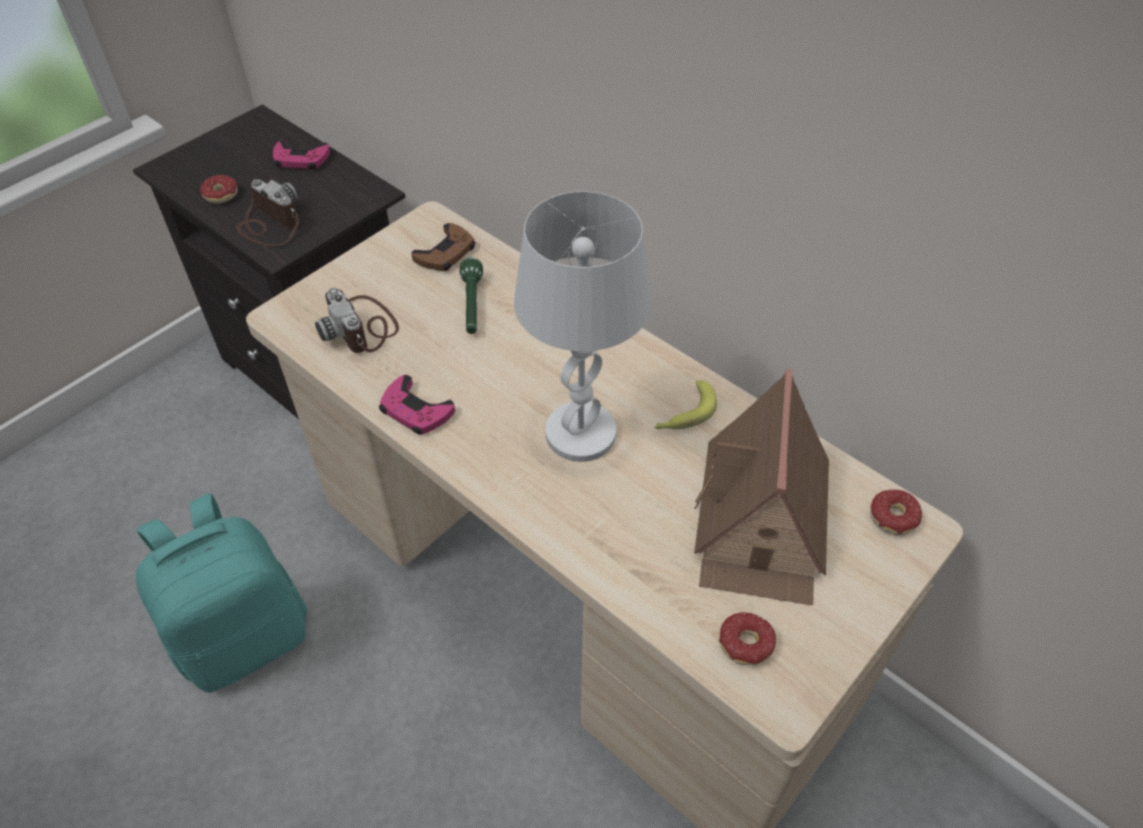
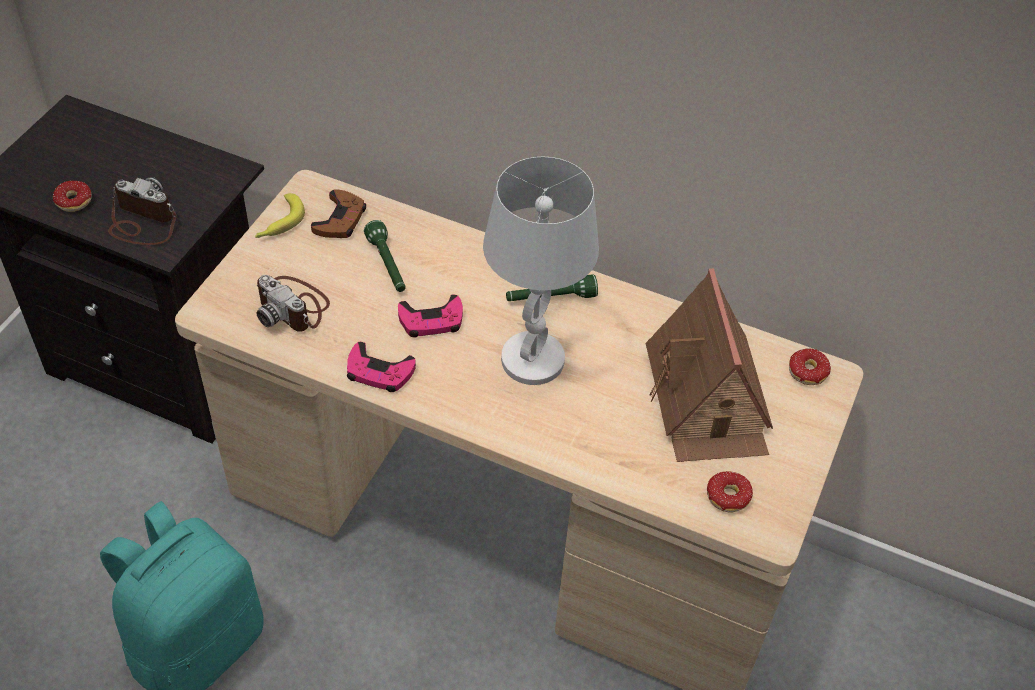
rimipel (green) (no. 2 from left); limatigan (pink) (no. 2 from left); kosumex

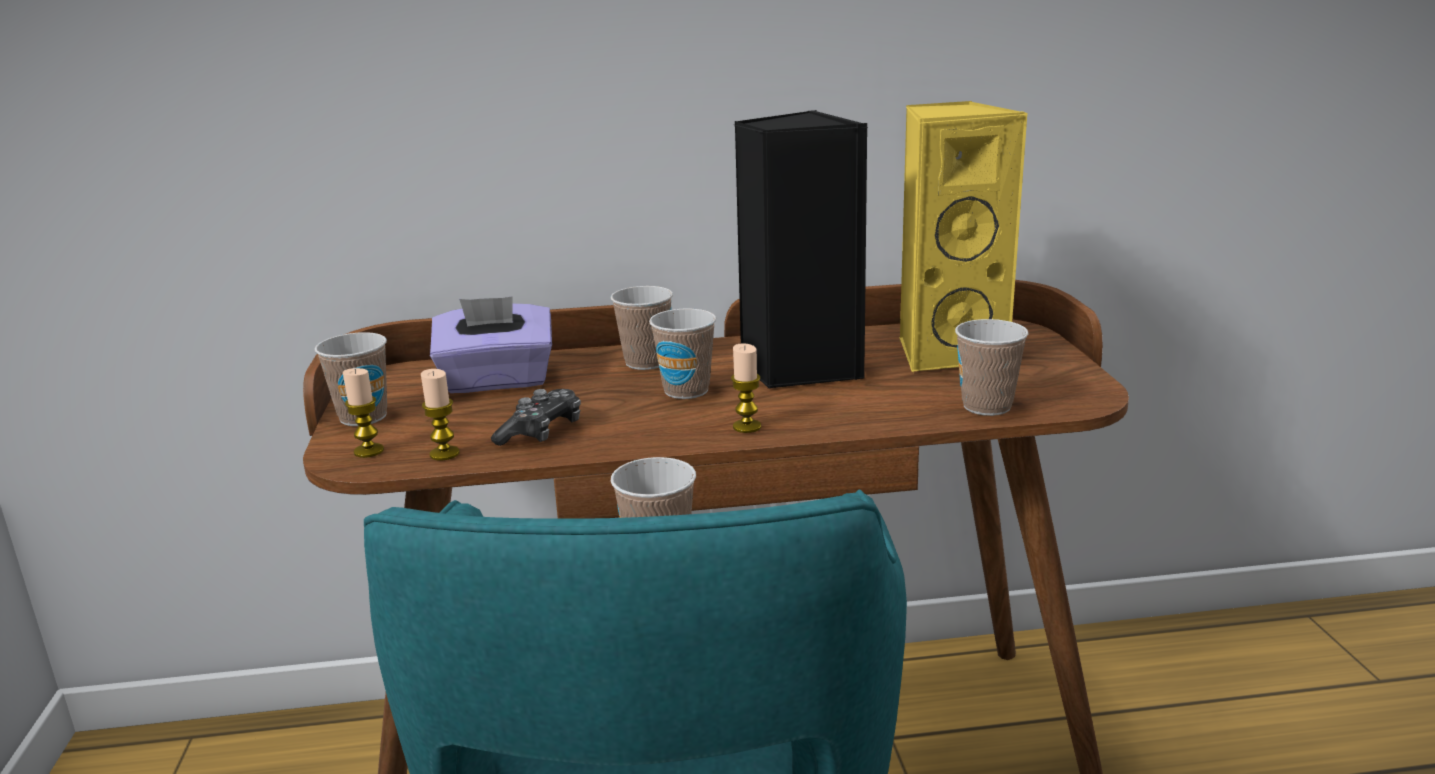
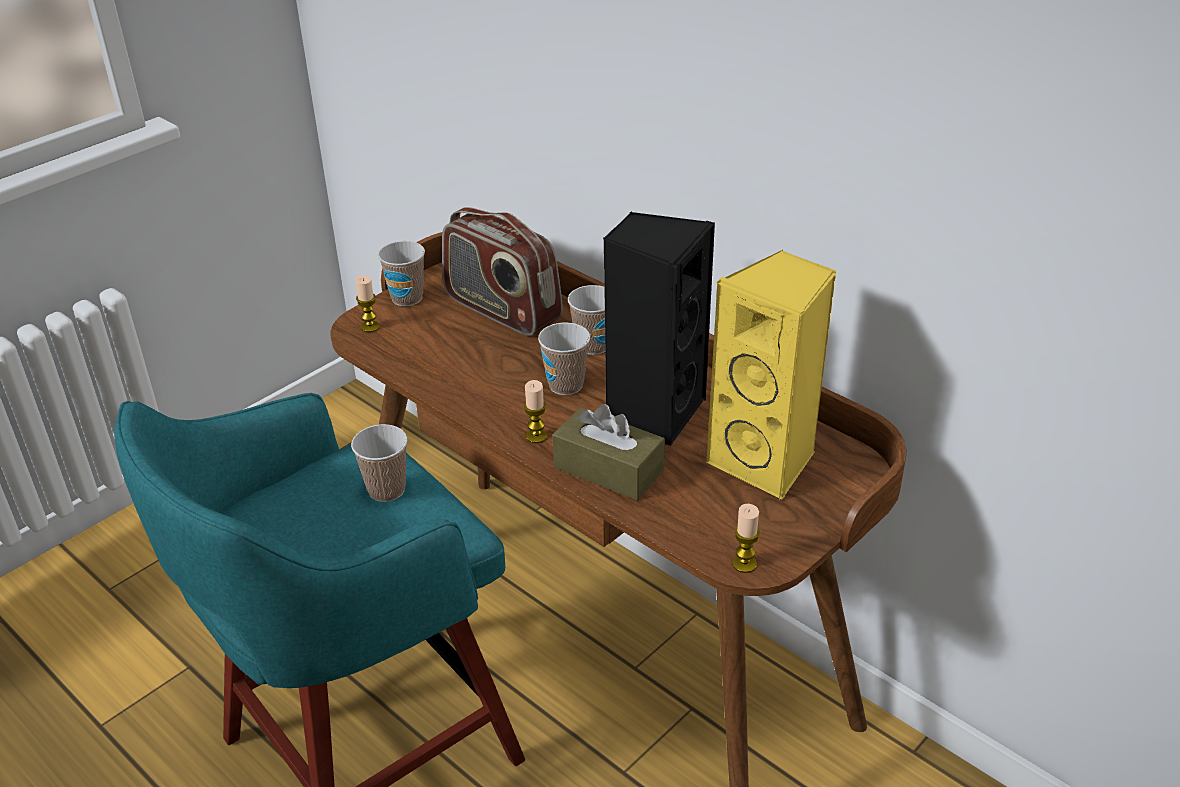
limatigan; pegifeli (no. 5 from left in the first image); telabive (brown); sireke (no. 3 from left); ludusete

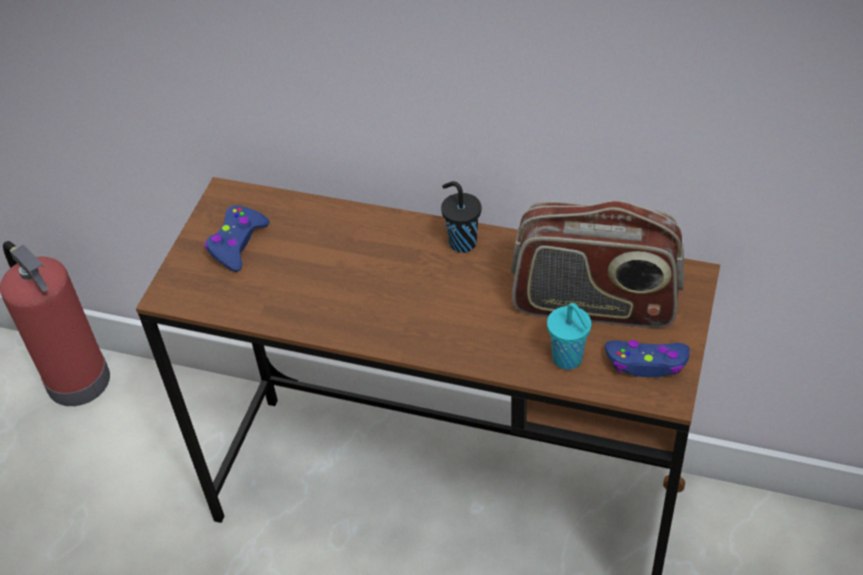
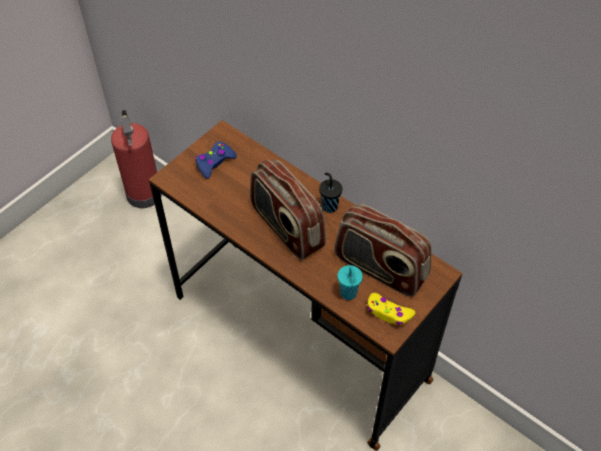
ludusete (no. 1 from left); limatigan (yellow)

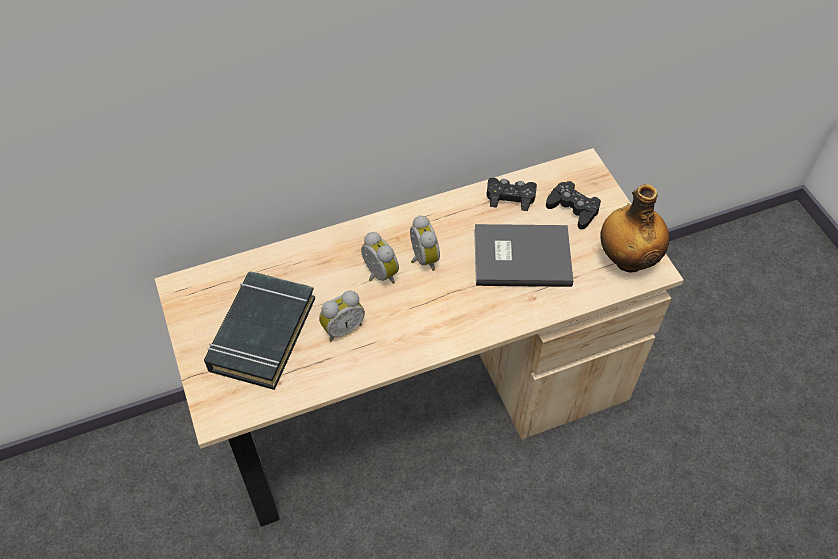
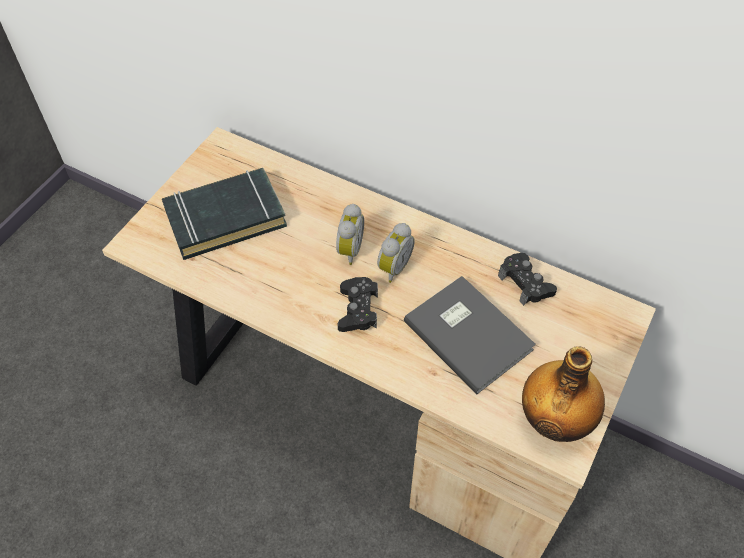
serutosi (no. 1 from left in the first image); limatigan (black) (no. 1 from left)

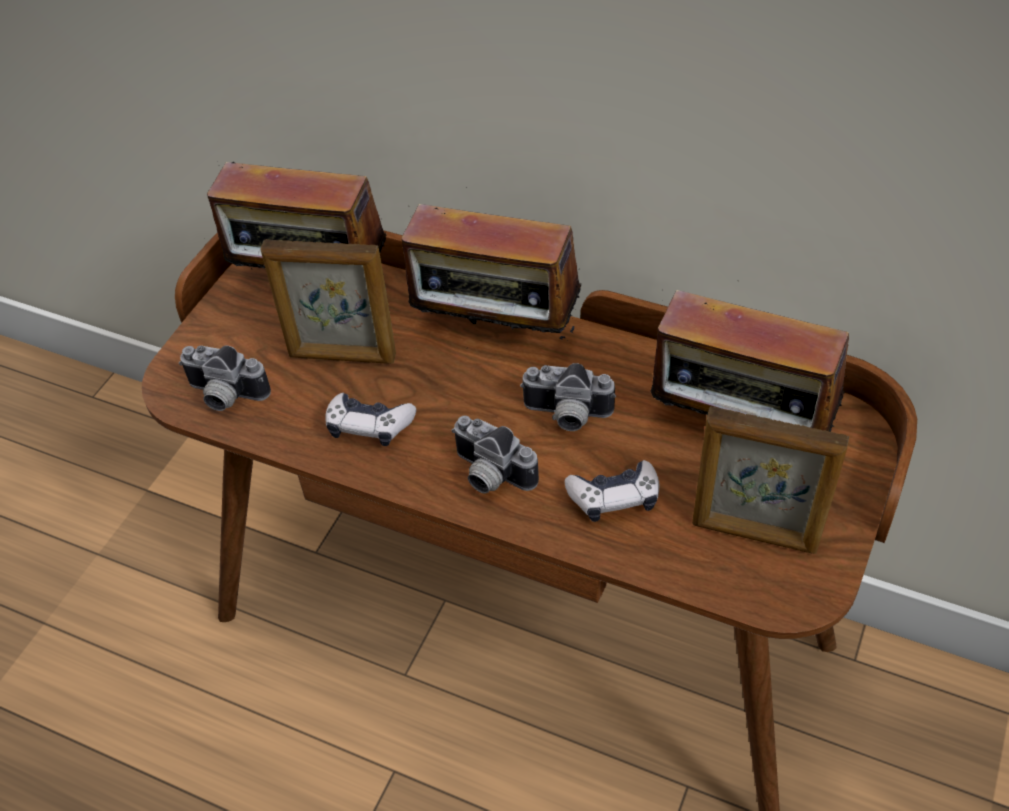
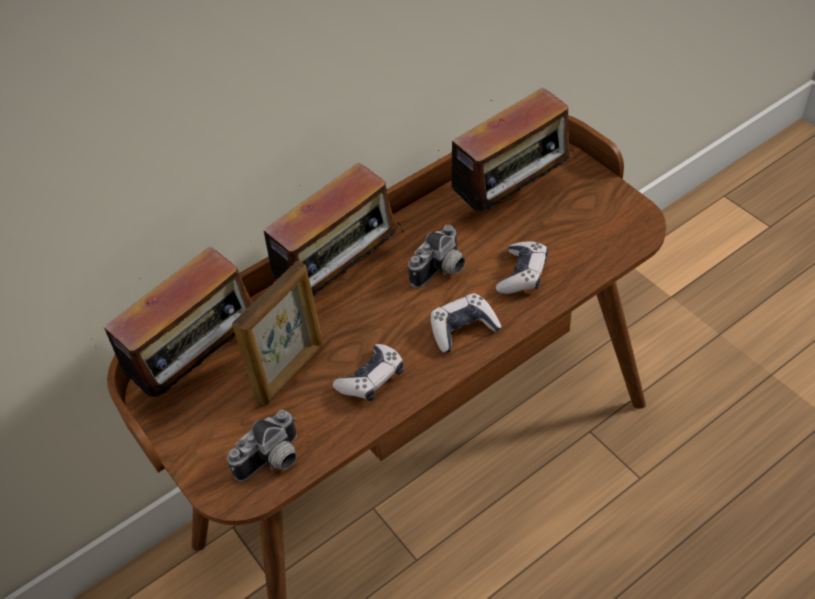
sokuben (no. 2 from left in the first image); limatigan (no. 2 from left)

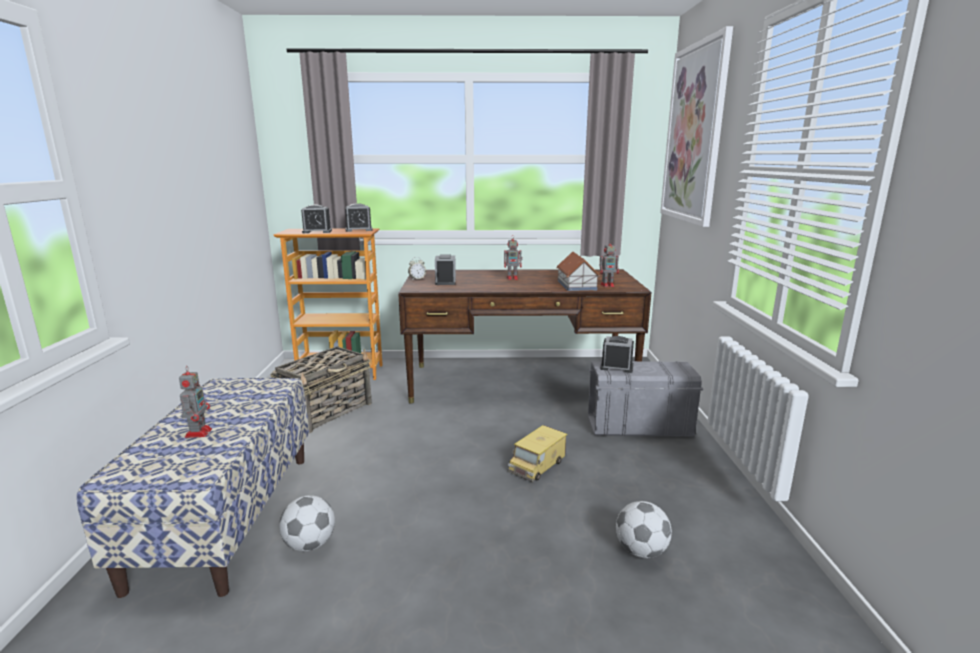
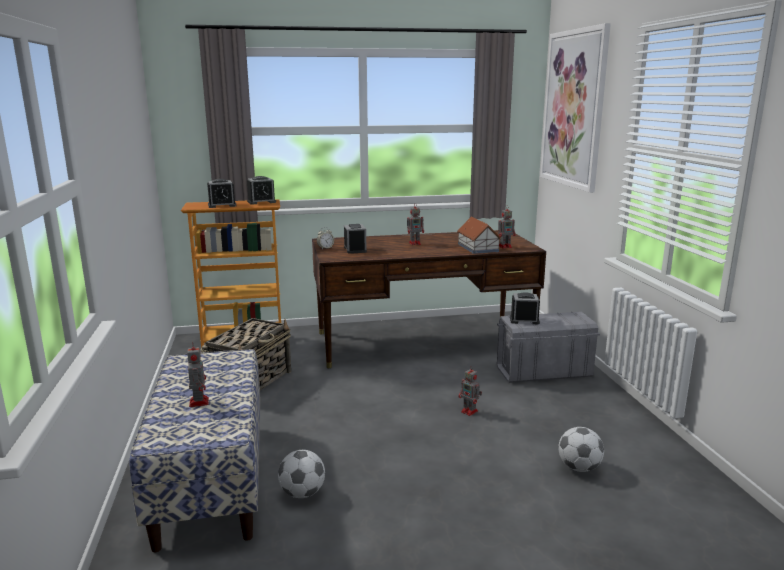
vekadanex (no. 3 from left)

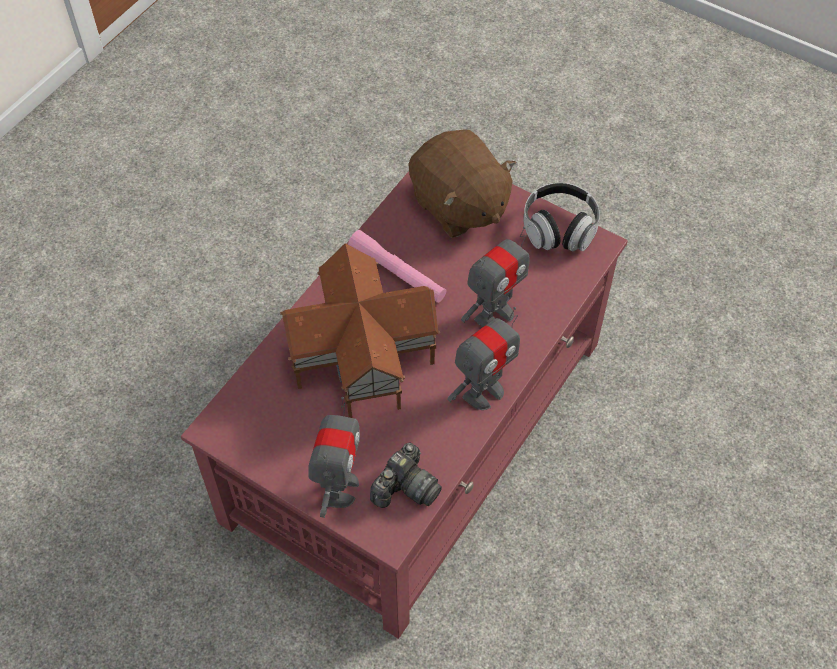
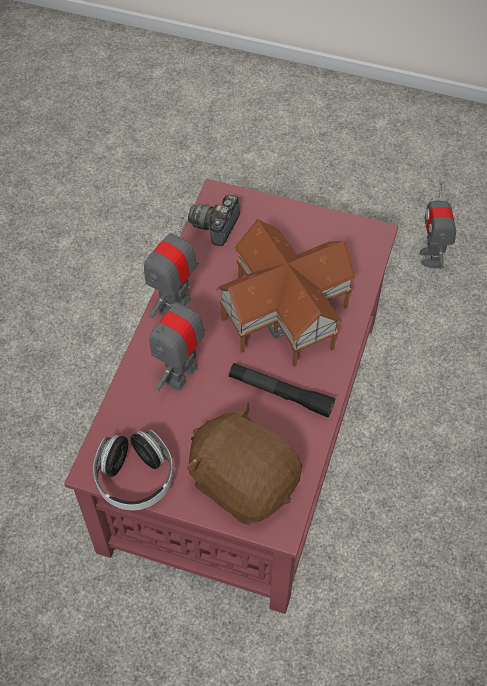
vekadanex (no. 3 from left); rimipel (black)

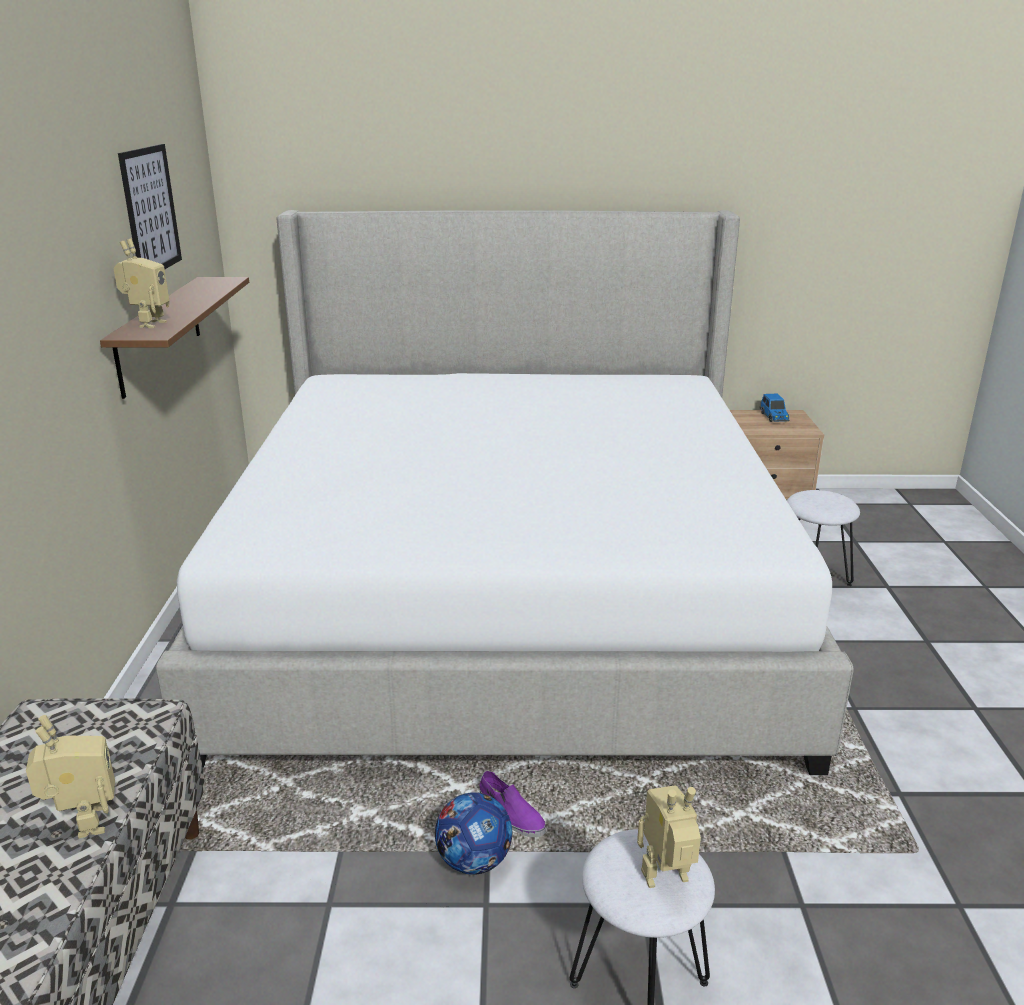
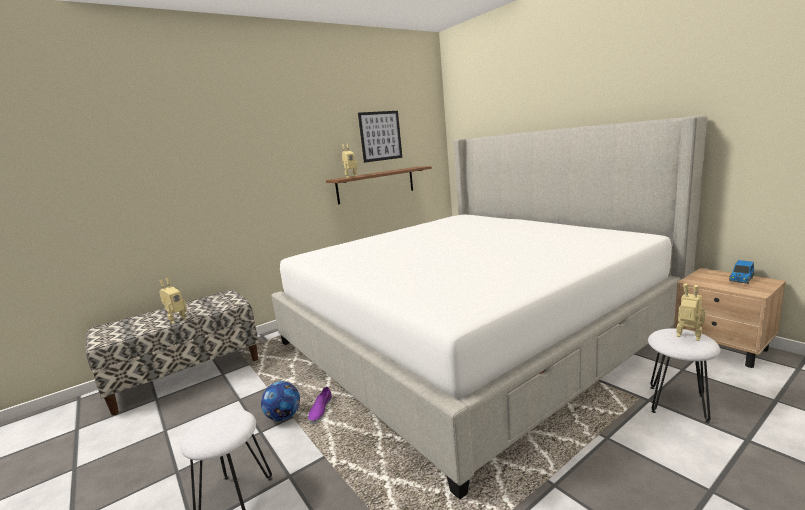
vekadanex (no. 3 from left)

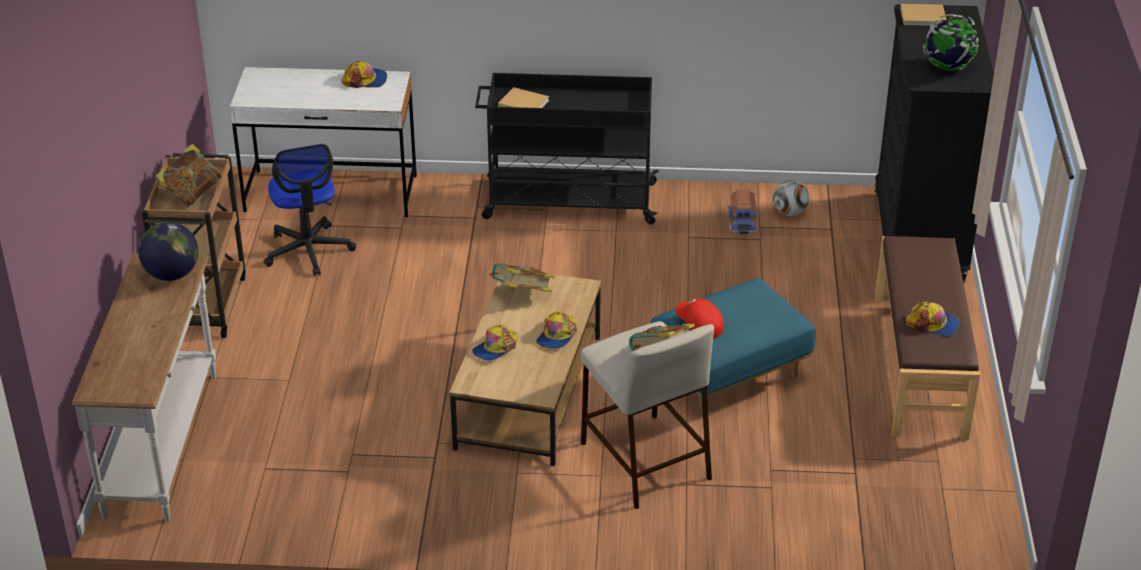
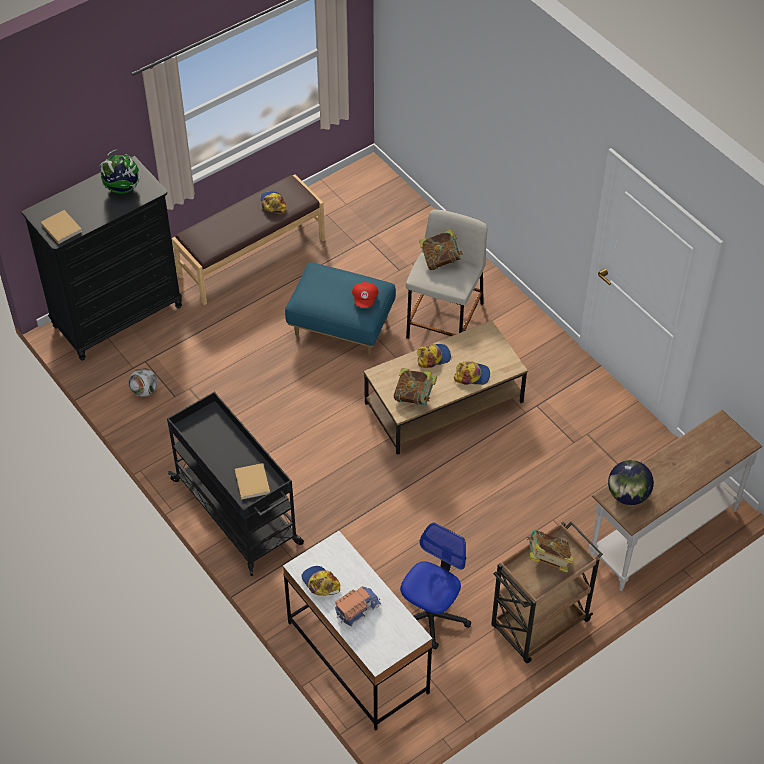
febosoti

